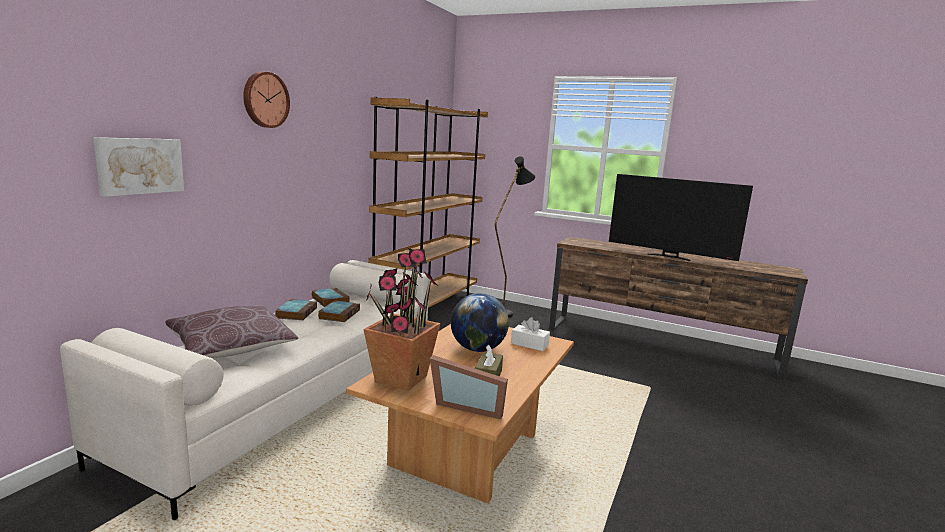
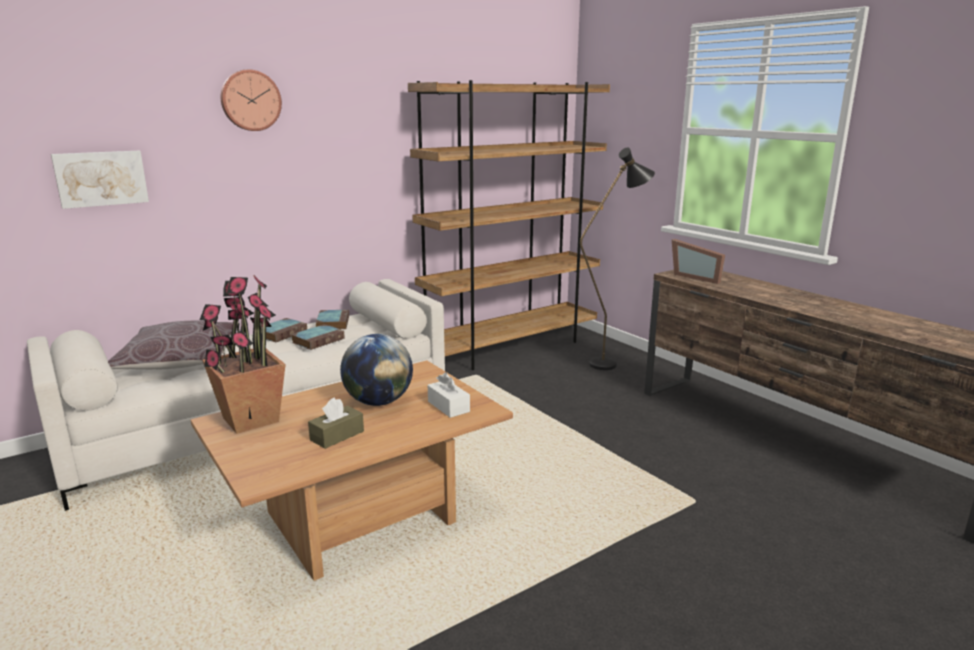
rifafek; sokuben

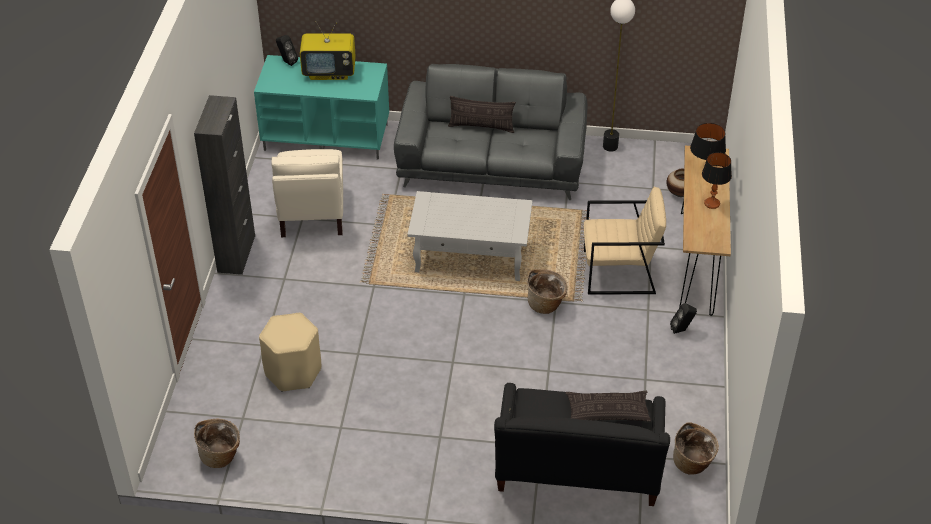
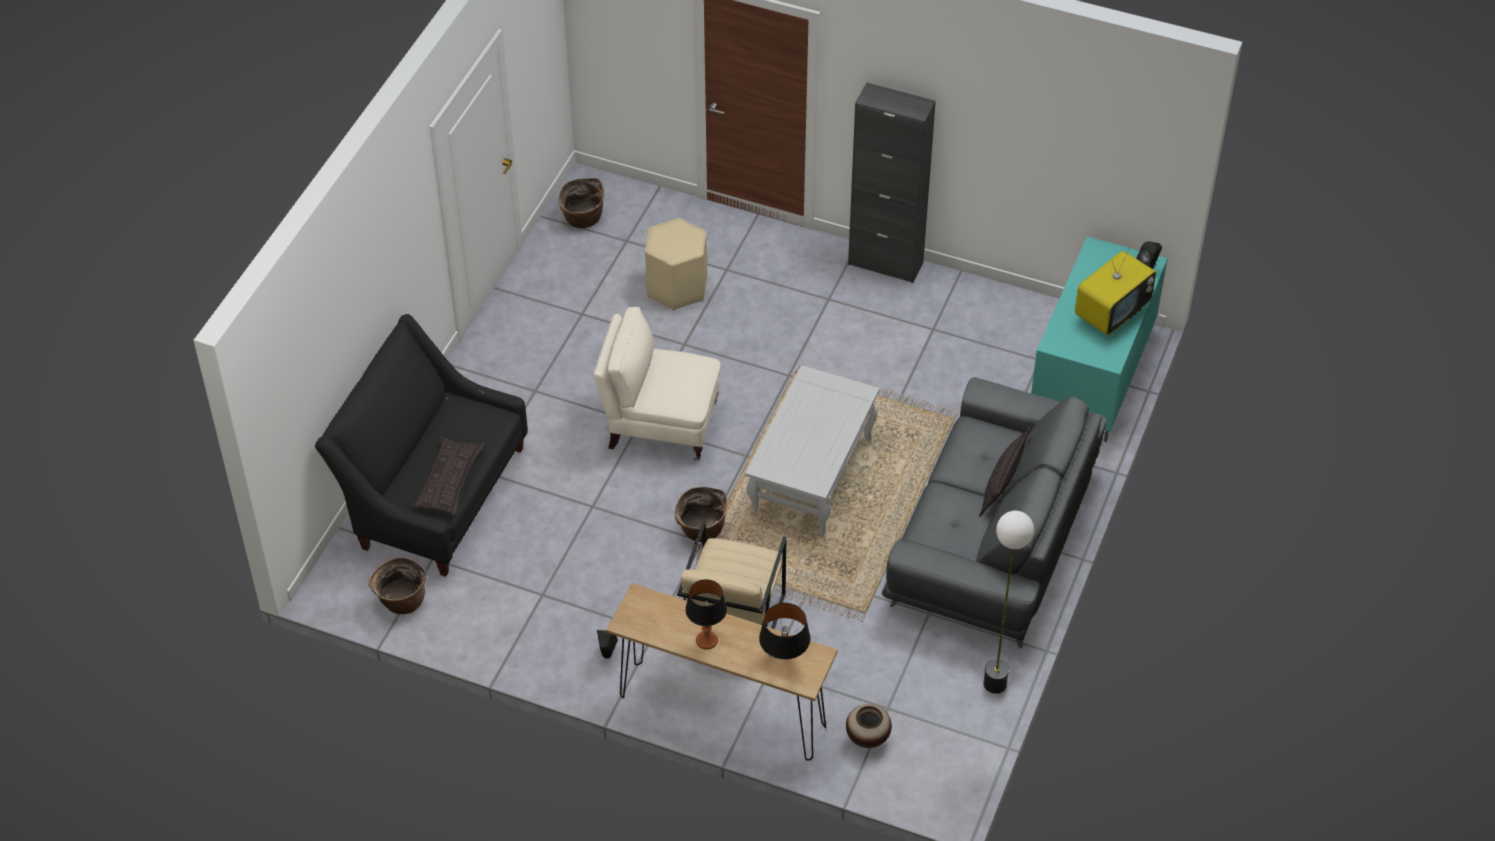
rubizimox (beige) (no. 1 from left); rifafek

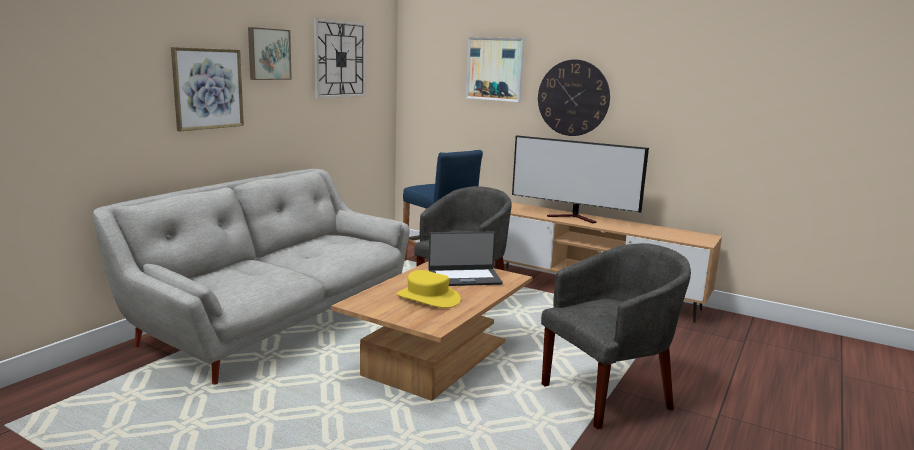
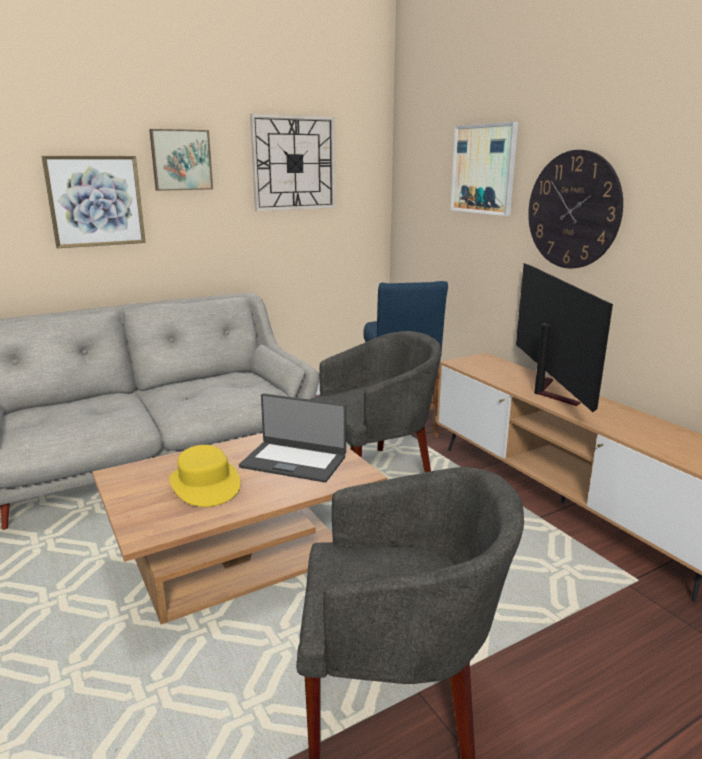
rifafek

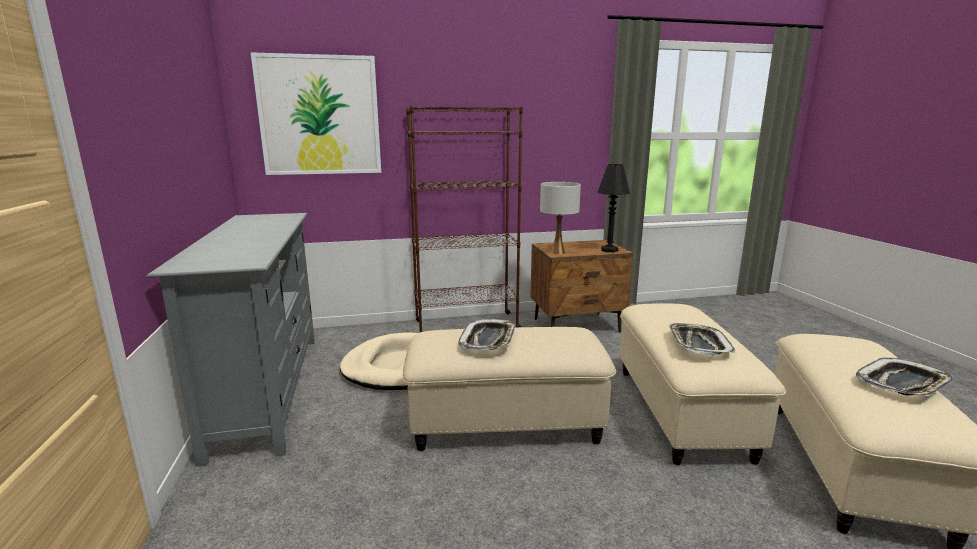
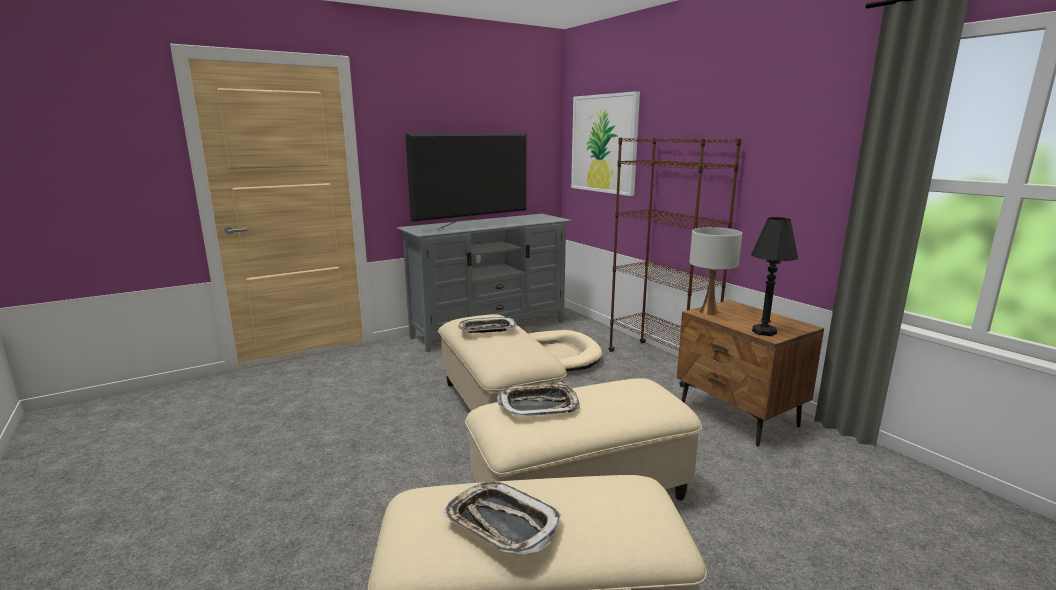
rifafek

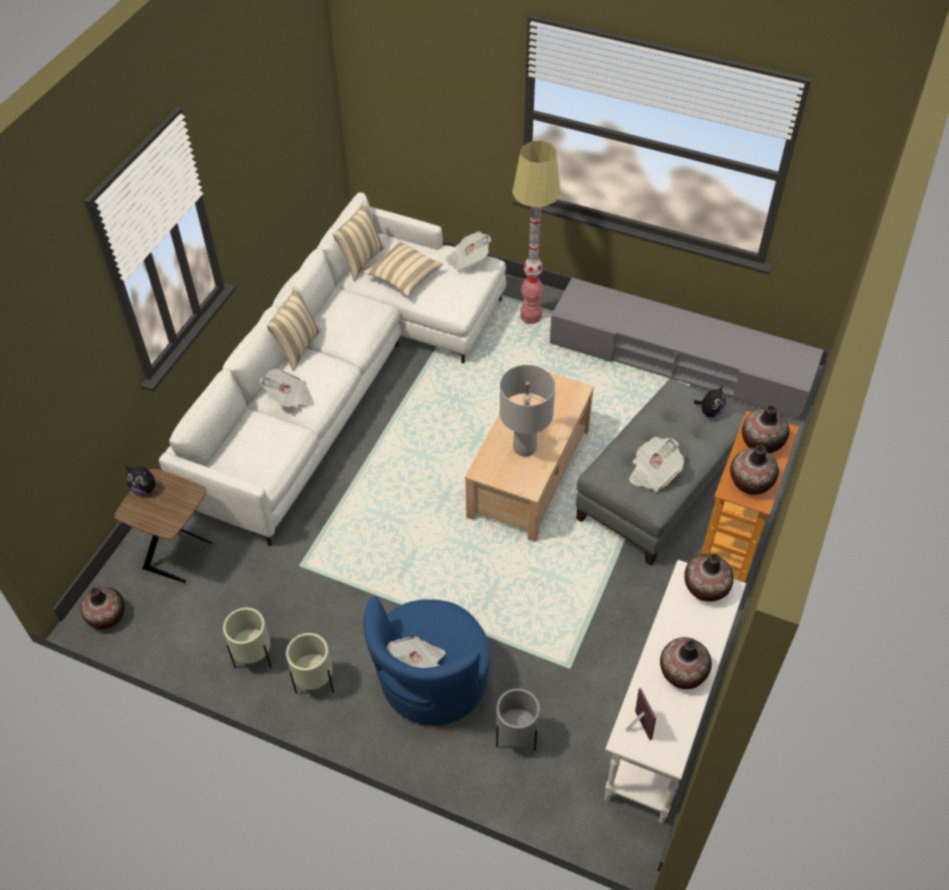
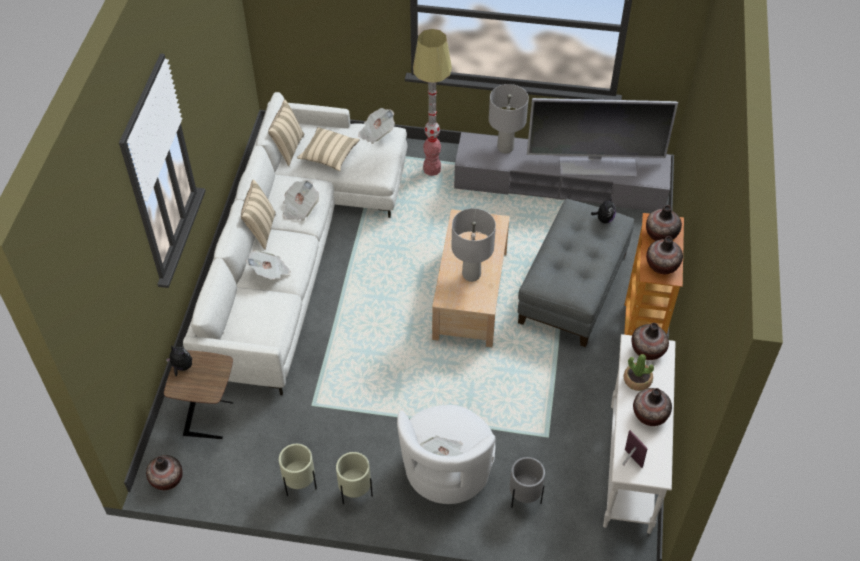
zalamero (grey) (no. 2 from left); rifafek; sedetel; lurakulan (no. 2 from left); rubizimox (white); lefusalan (no. 1 from left)

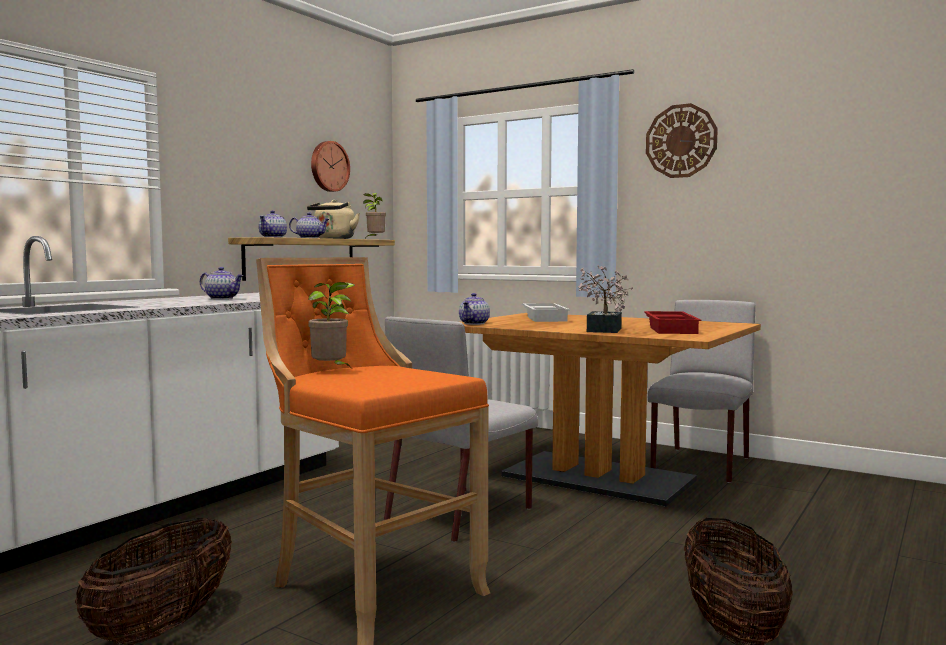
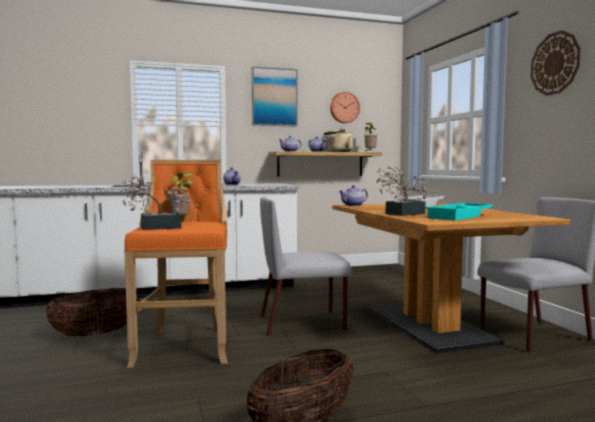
sedetel (no. 1 from left); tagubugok; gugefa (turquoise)

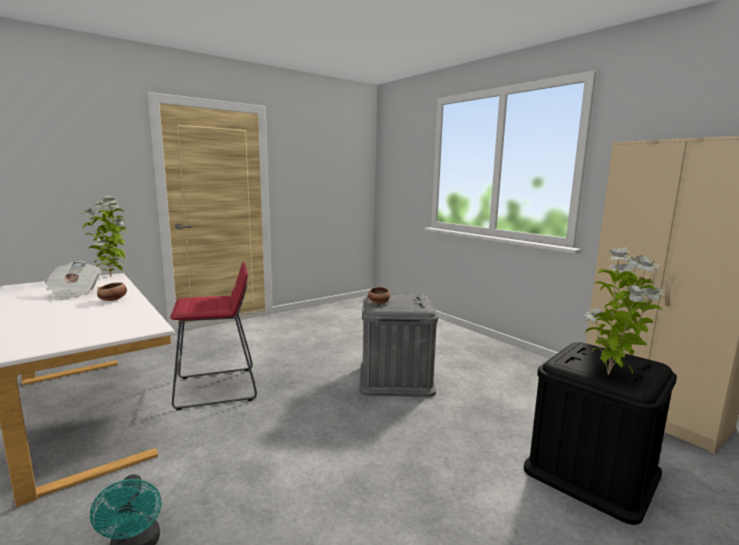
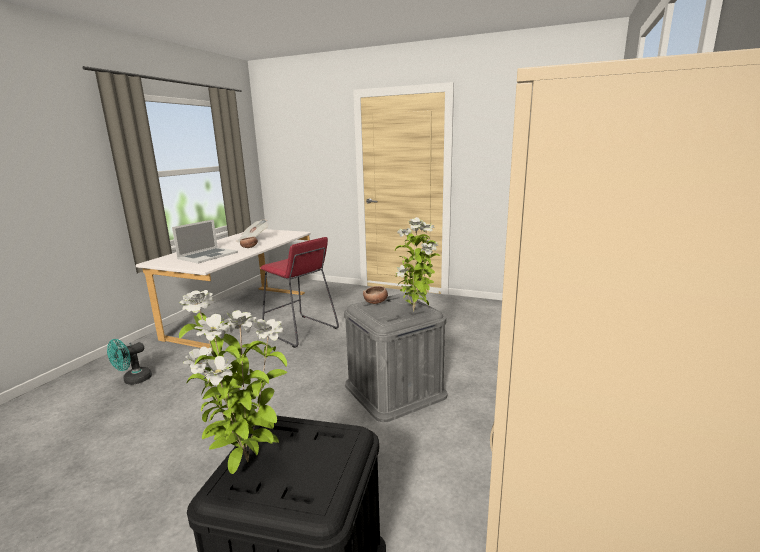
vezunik; sedetel (no. 2 from left)

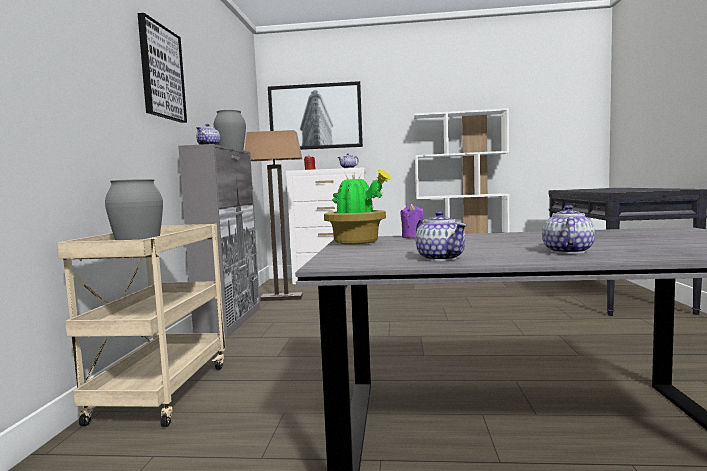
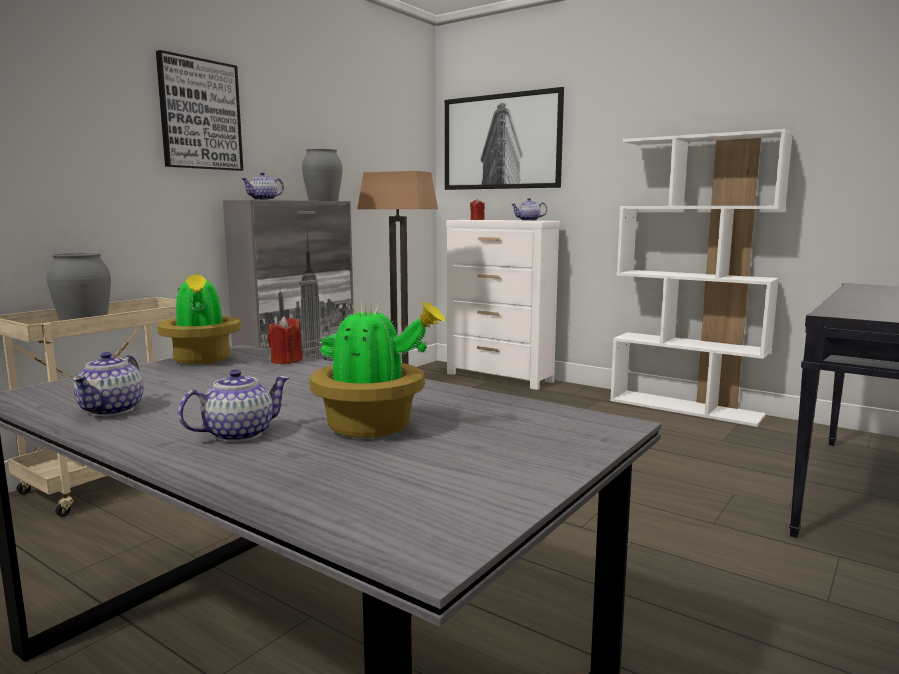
sedetel (no. 2 from left); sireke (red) (no. 1 from left)

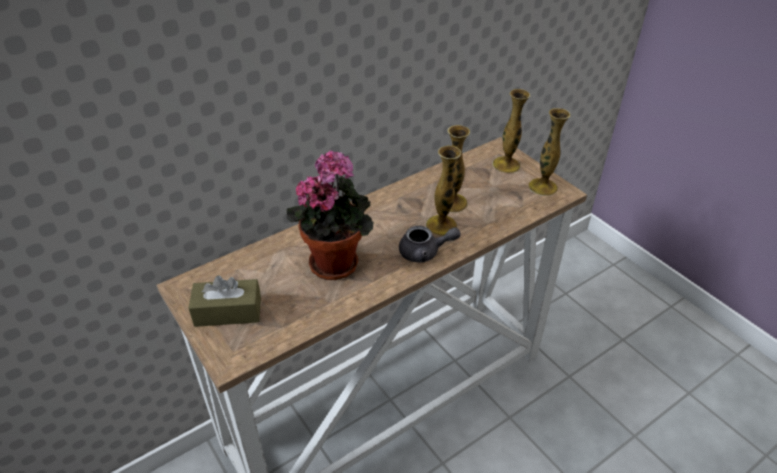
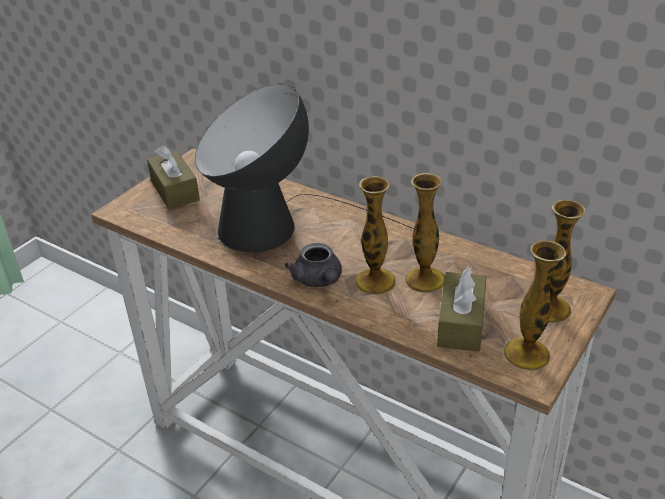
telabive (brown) (no. 2 from left); zalamero

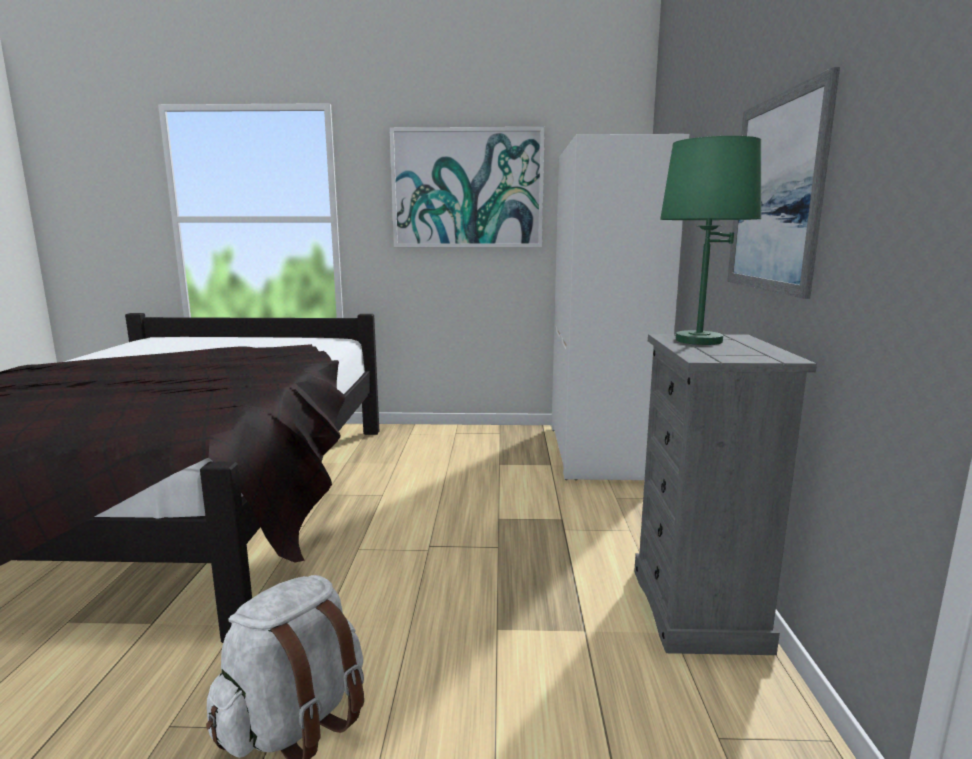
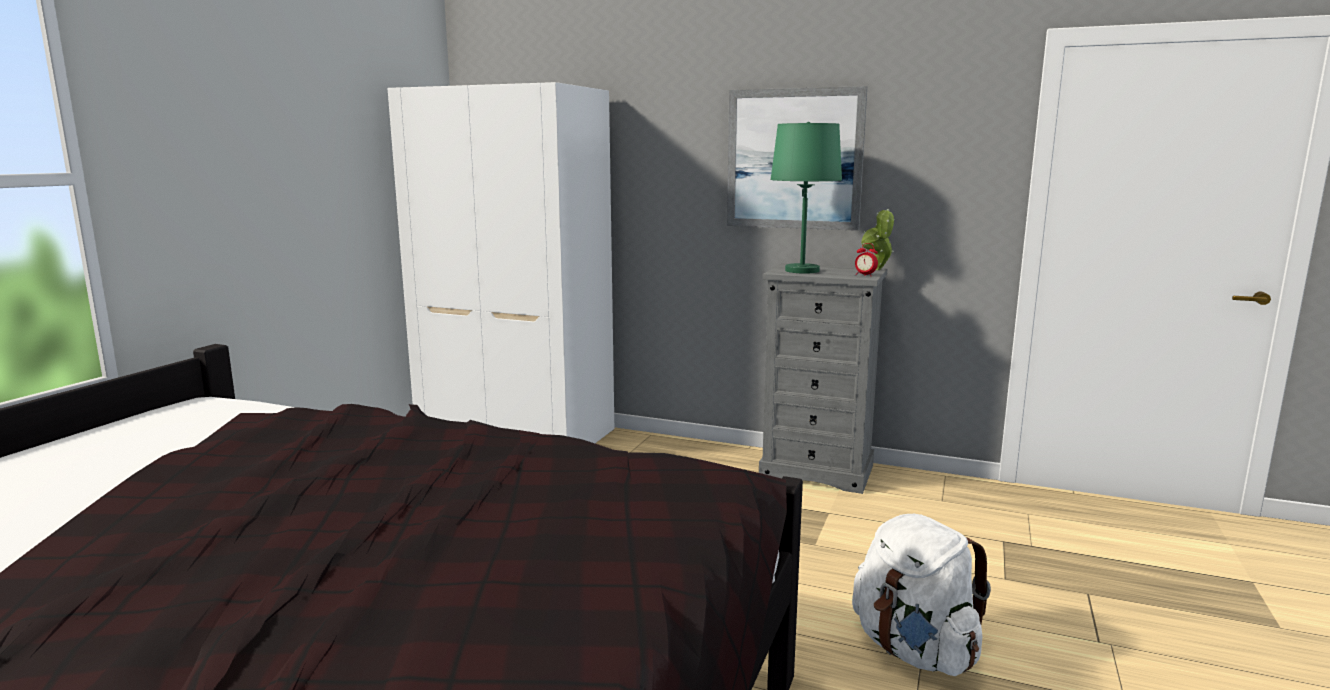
tagubugok (no. 1 from left in the first image); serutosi; sedetel

